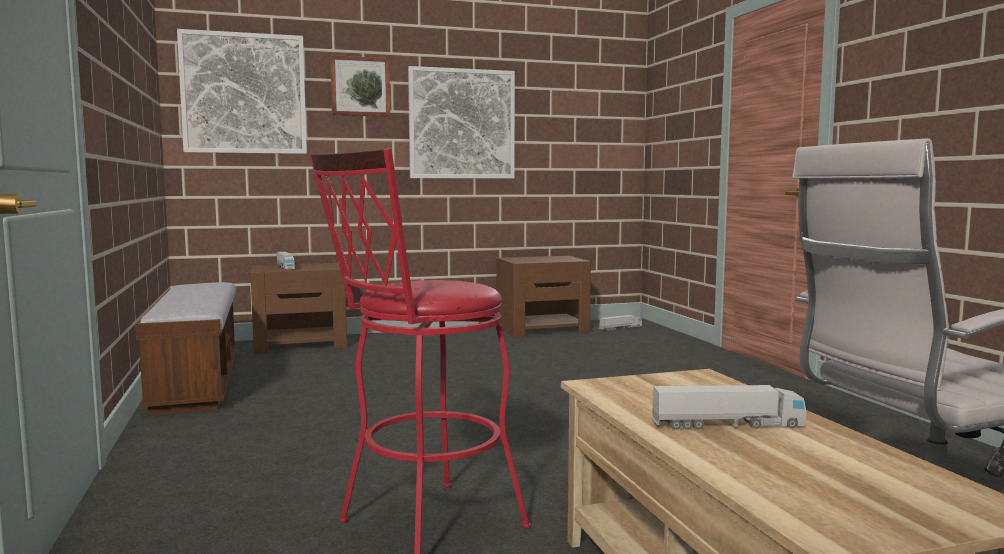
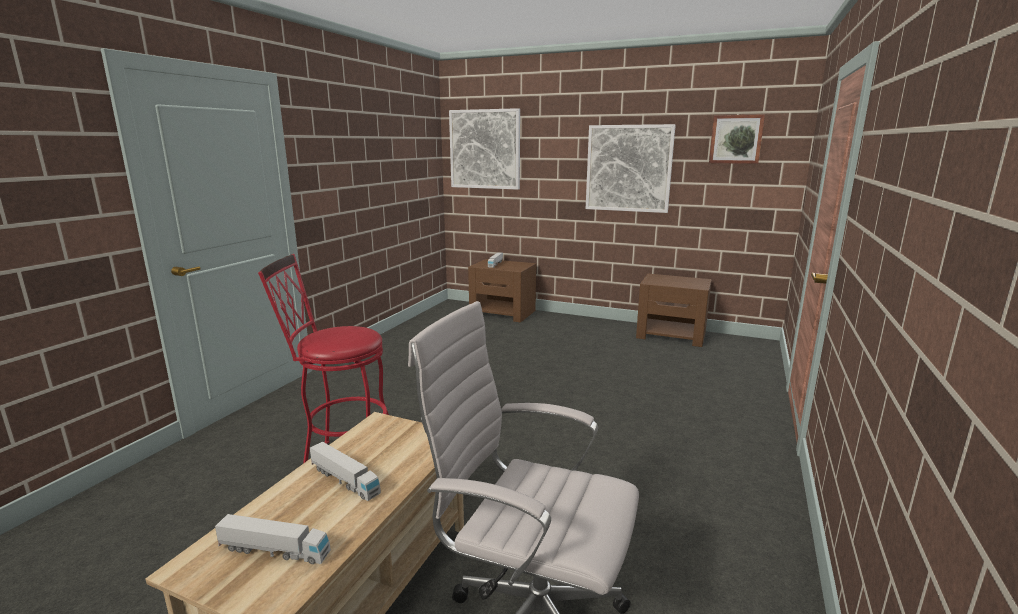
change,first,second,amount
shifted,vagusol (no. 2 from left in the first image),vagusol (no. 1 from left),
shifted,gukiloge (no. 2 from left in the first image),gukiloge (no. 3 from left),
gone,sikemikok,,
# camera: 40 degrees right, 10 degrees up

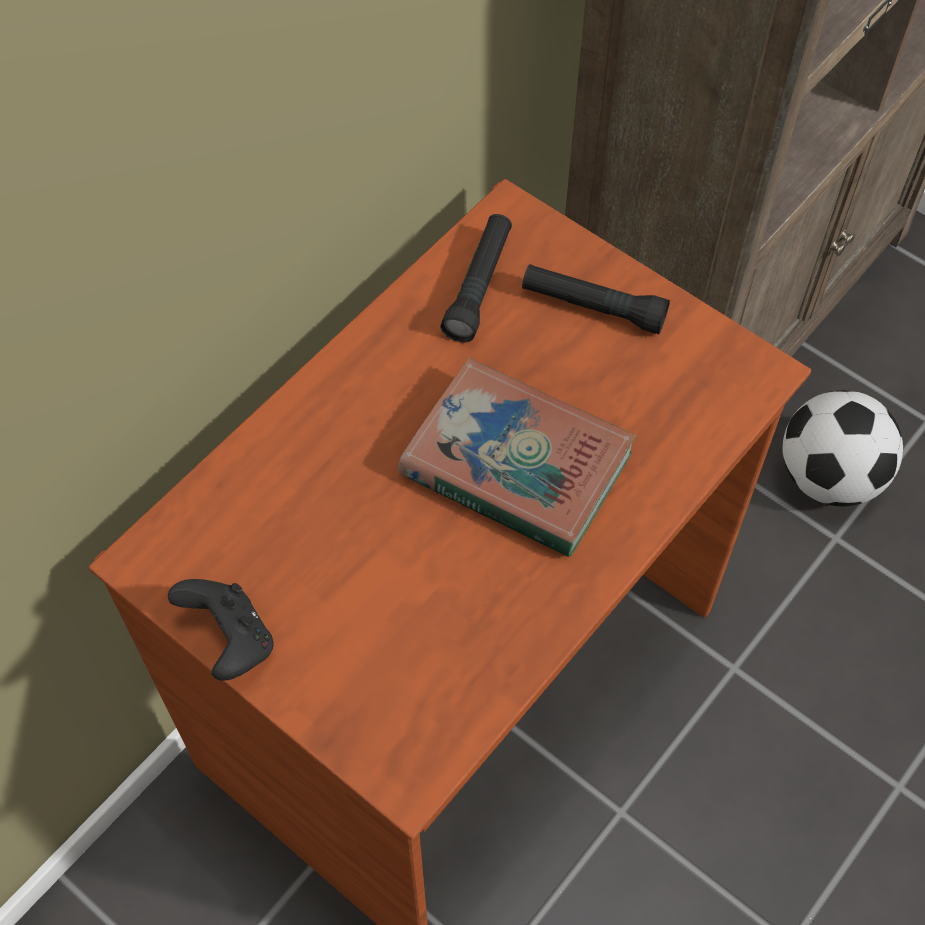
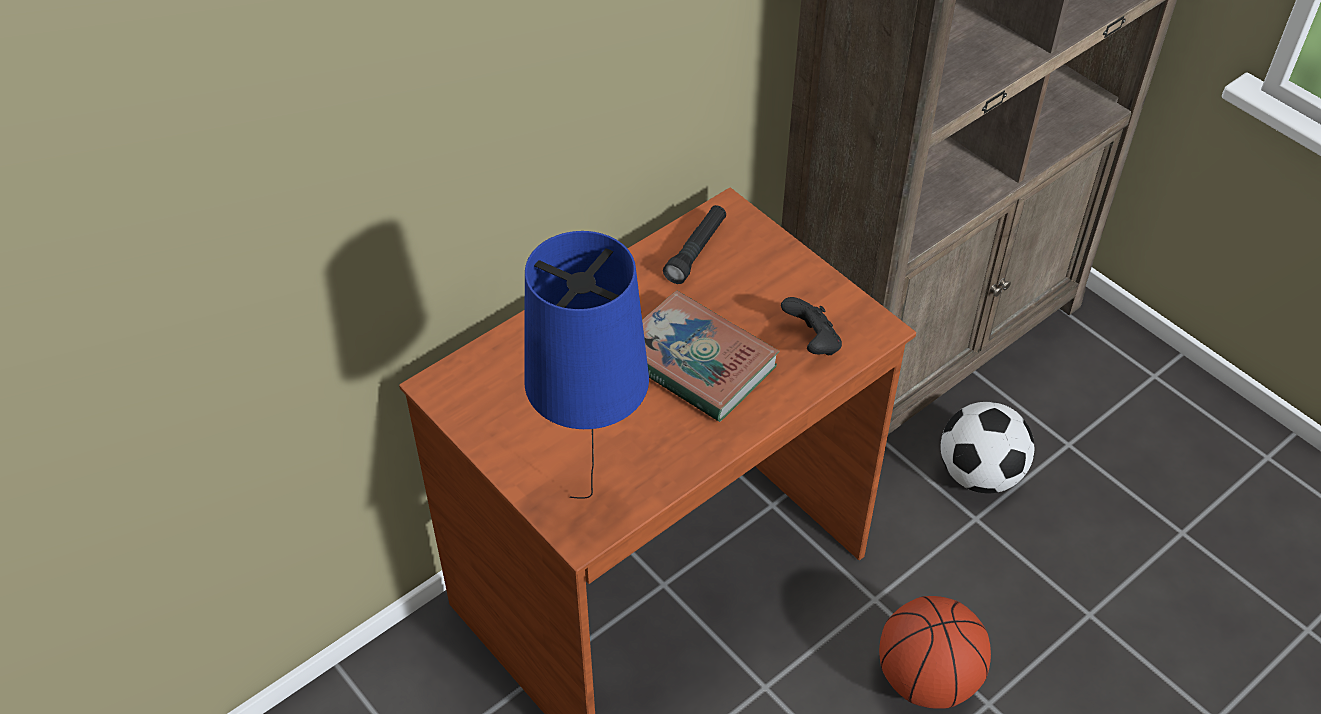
change,first,second,amount
new,,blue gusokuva,
shifted,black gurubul,,
new,,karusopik,
gone,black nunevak (no. 2 from left),,
# camera: 10 degrees right, 10 degrees down

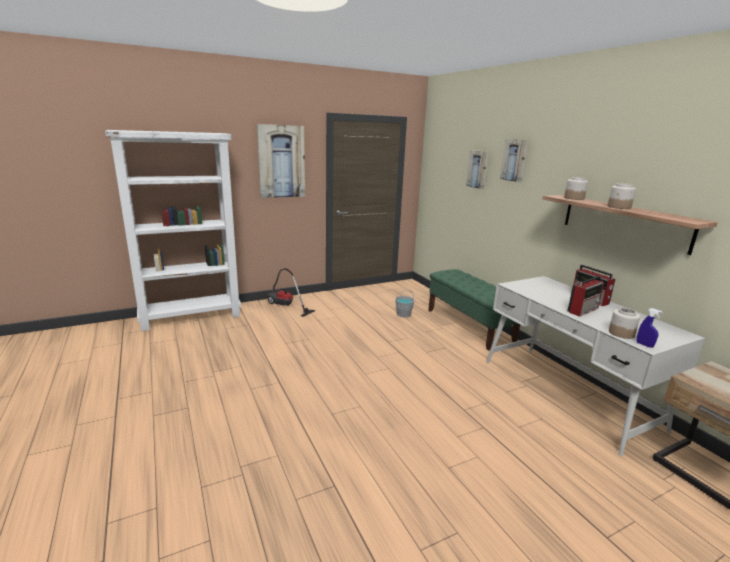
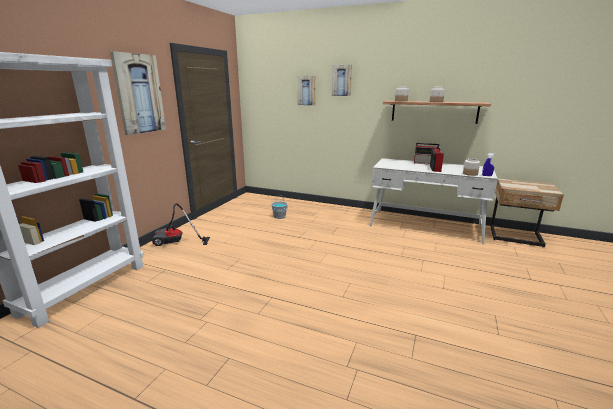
change,first,second,amount
gone,green sikemikok,,
# camera: 40 degrees left, 0 degrees up

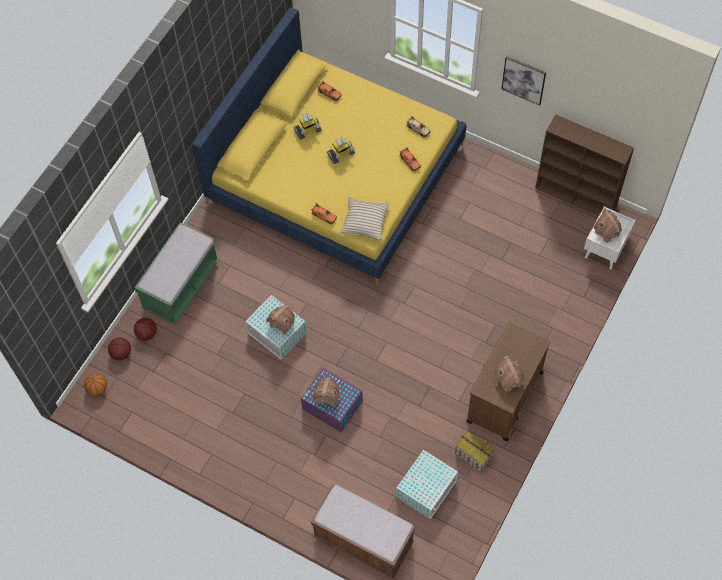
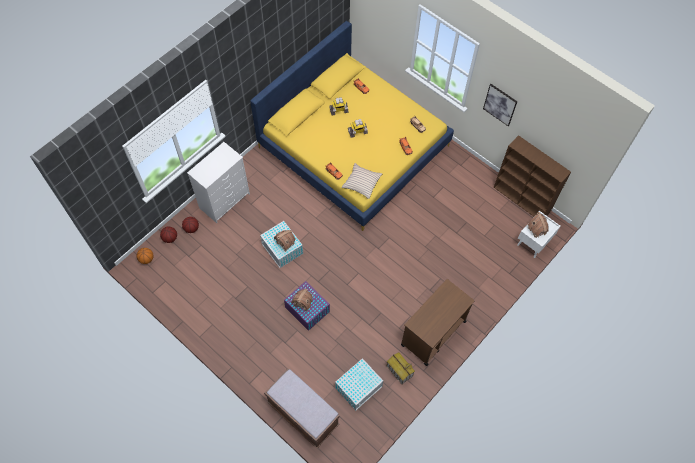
change,first,second,amount
swapped,green sikemikok,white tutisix,
gone,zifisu (no. 4 from left),,
# camera: 10 degrees right, 0 degrees up

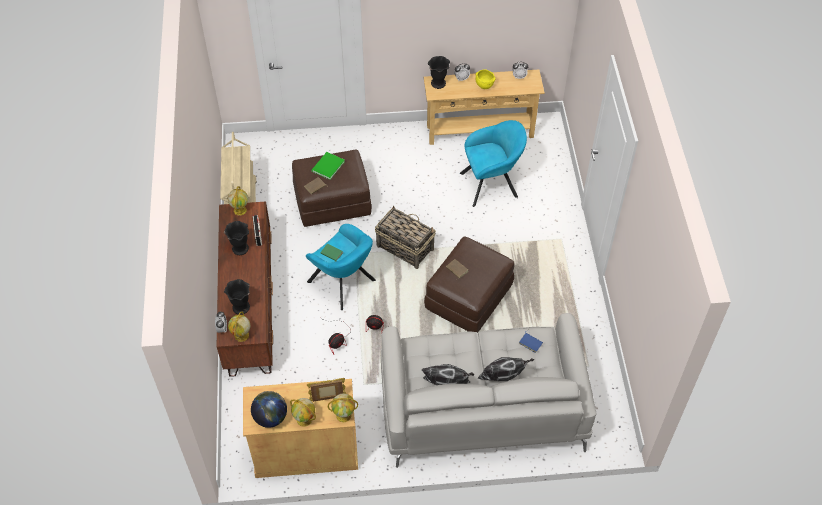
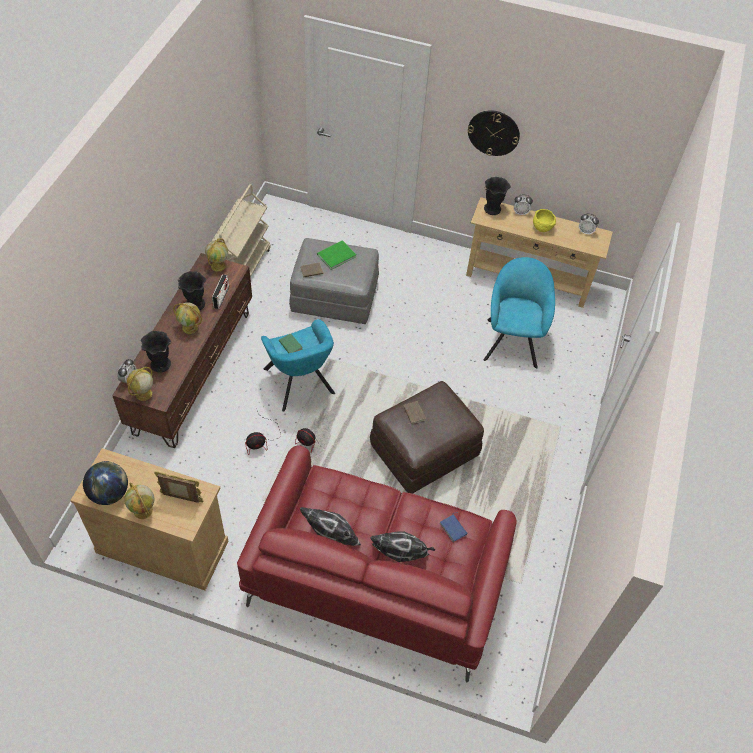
change,first,second,amount
shifted,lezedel (no. 5 from left in the first image),lezedel (no. 4 from left),
repainted,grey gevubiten,red gevubiten,
repainted,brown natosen (no. 1 from left),grey natosen,
new,,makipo,
rotated,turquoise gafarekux (no. 2 from left),,90 degrees counterclockwise
gone,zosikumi,,
# camera: 20 degrees right, 0 degrees up

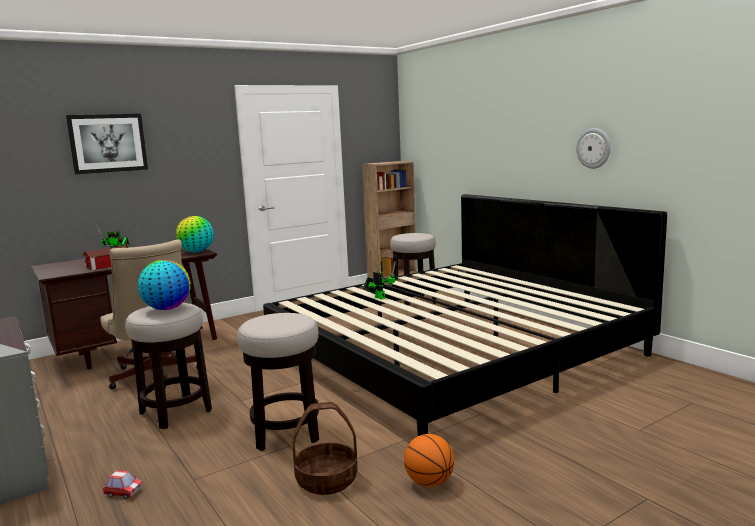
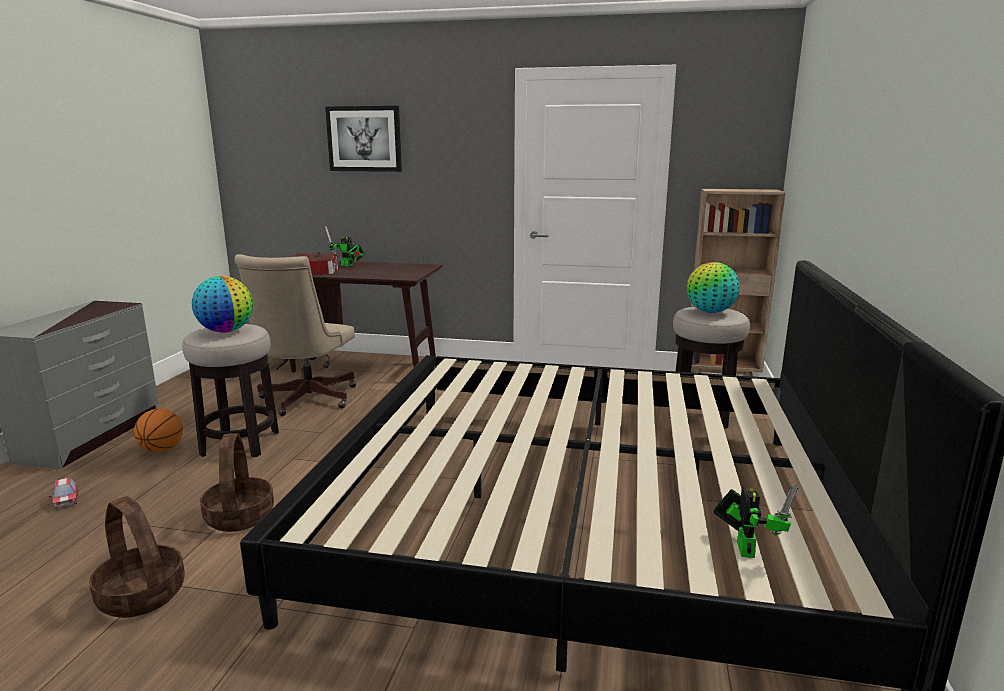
change,first,second,amount
shifted,karusopik,,
swapped,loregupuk (no. 2 from left),zosikumi (no. 2 from left),
shifted,lezedel (no. 2 from left),,
shifted,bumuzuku (no. 2 from left),,
gone,makipo,,
# camera: 45 degrees right, 5 degrees up

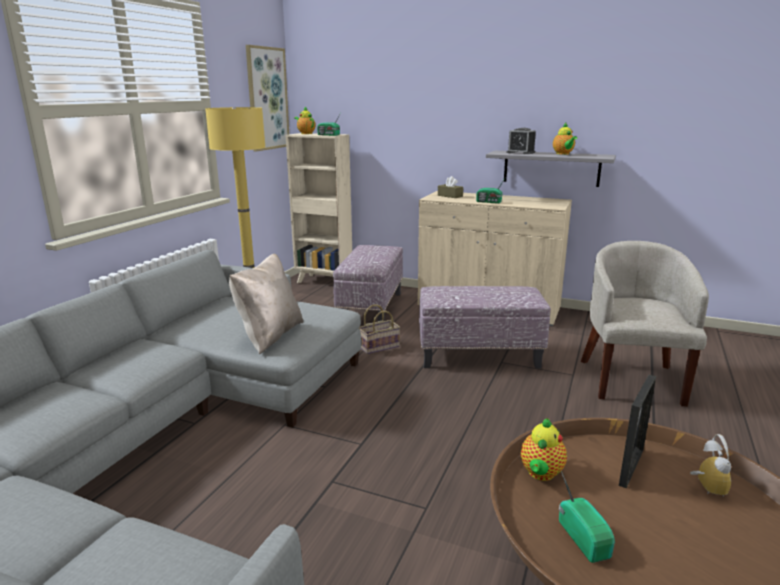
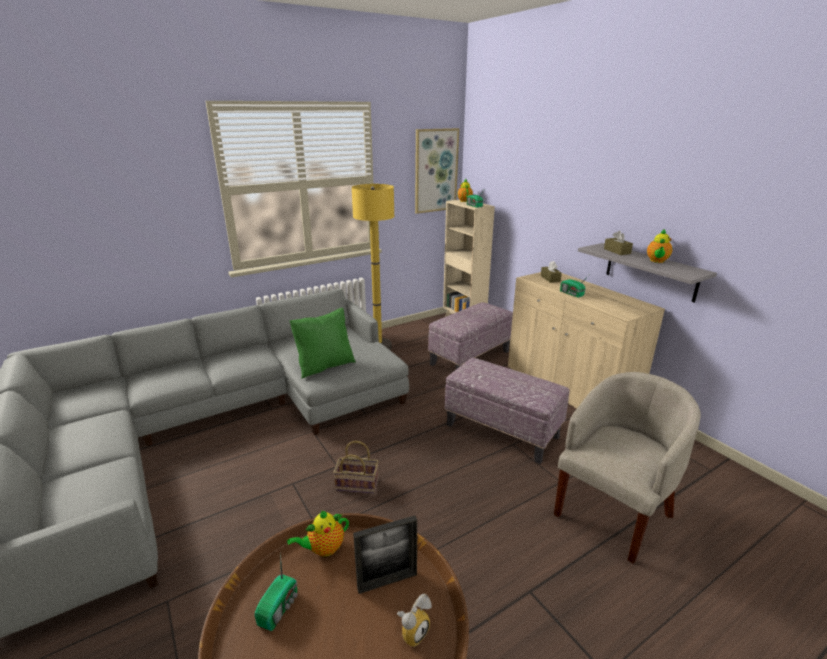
change,first,second,amount
repainted,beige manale,green manale,
shifted,zosikumi,,
swapped,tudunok (no. 1 from left),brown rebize (no. 2 from left),
# camera: 35 degrees right, 5 degrees up

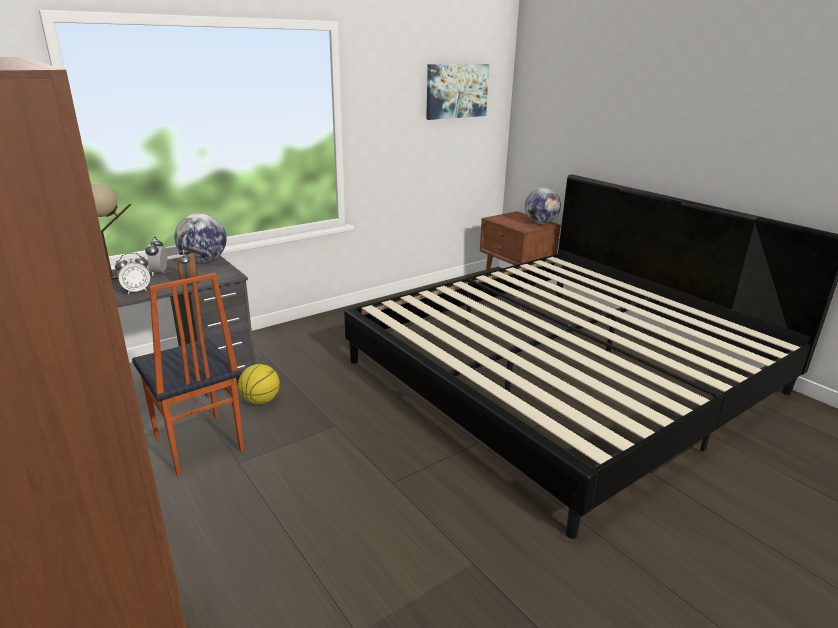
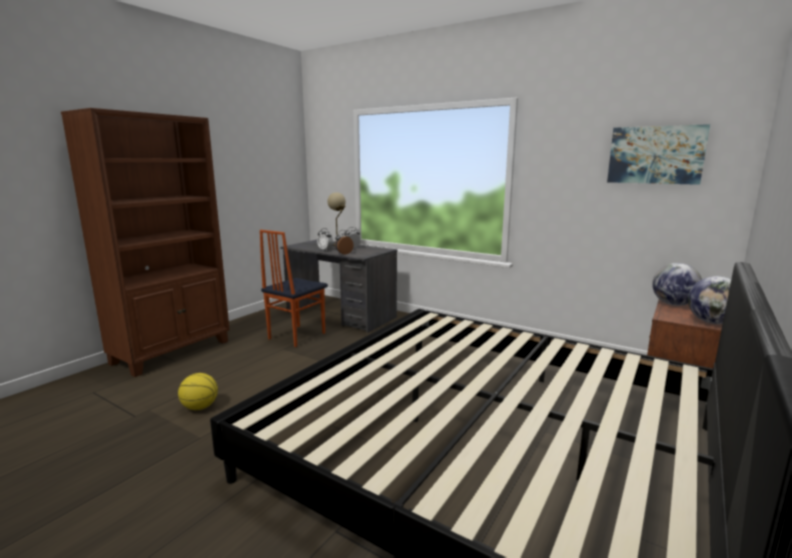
change,first,second,amount
shifted,karusopik,,
shifted,lezedel (no. 1 from left),,
# camera: 70 degrees right, 10 degrees down

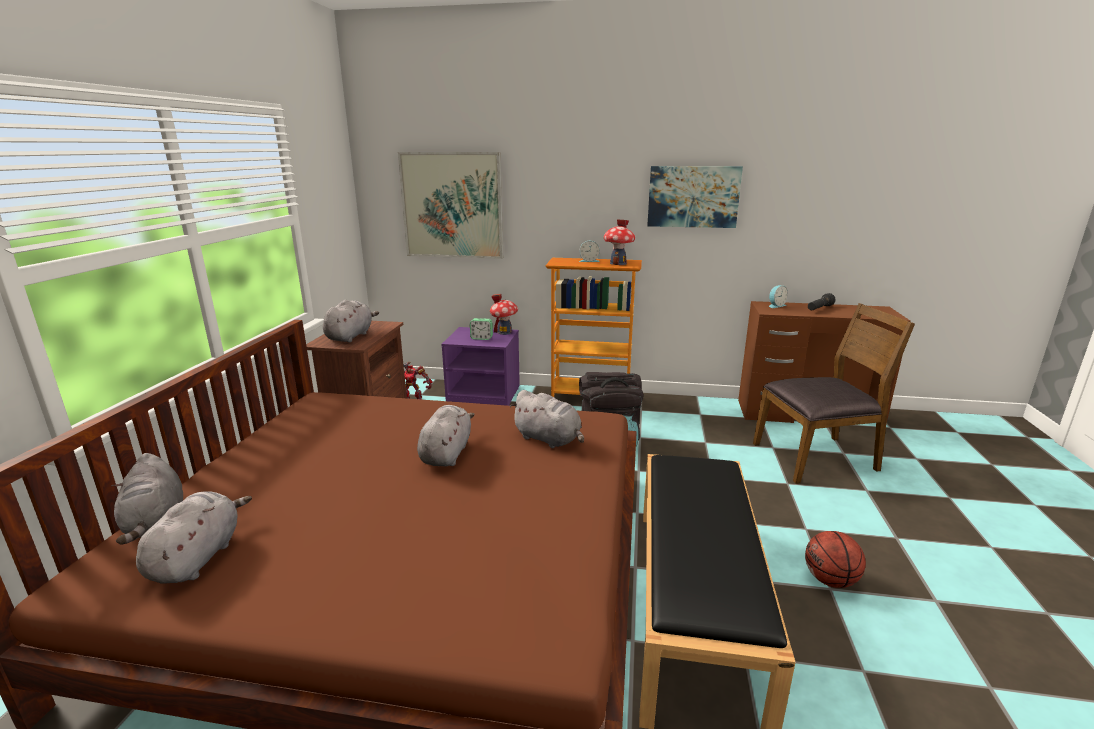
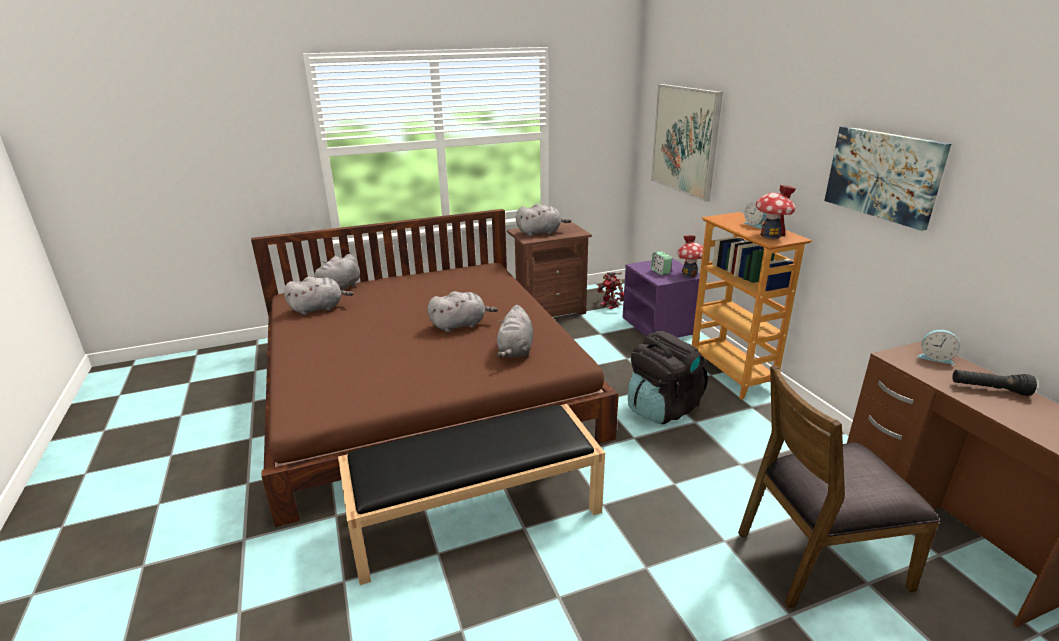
change,first,second,amount
rotated,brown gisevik,,120 degrees clockwise
gone,karusopik,,
# camera: 60 degrees right, 5 degrees up

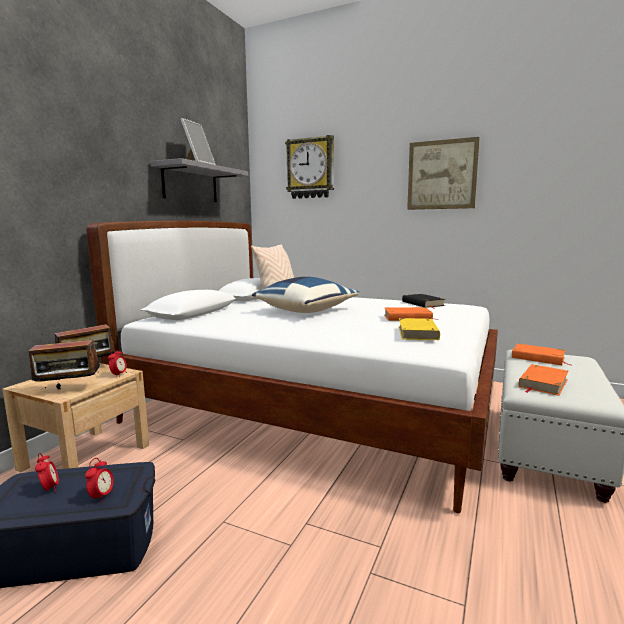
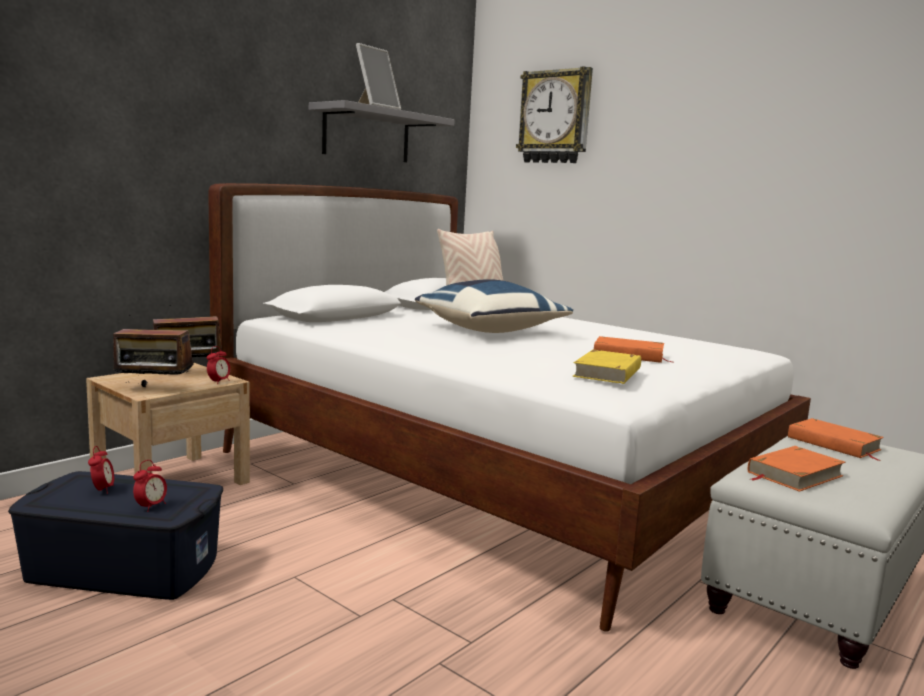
change,first,second,amount
gone,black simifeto,,
gone,gukiloge,,
# camera: 15 degrees right, 0 degrees up

